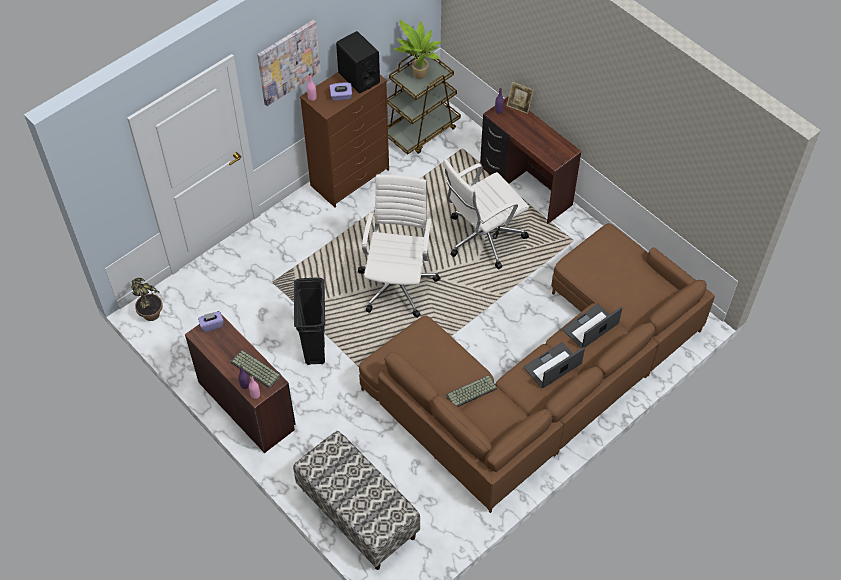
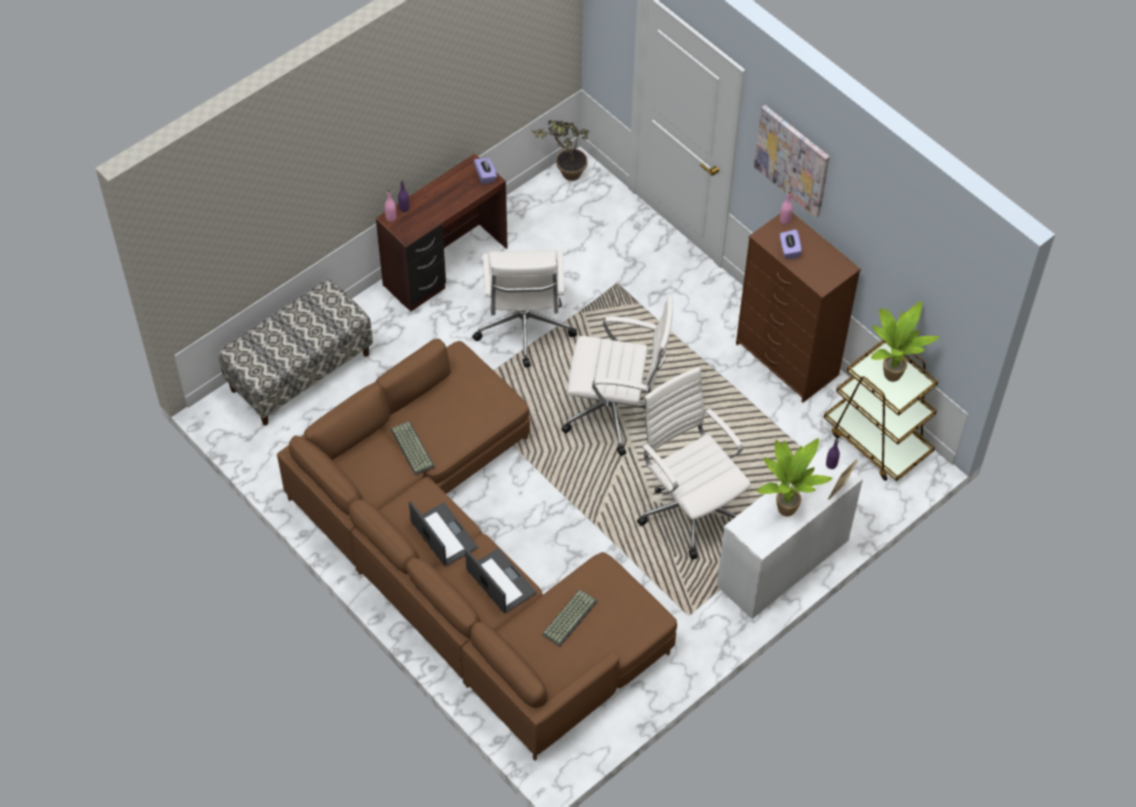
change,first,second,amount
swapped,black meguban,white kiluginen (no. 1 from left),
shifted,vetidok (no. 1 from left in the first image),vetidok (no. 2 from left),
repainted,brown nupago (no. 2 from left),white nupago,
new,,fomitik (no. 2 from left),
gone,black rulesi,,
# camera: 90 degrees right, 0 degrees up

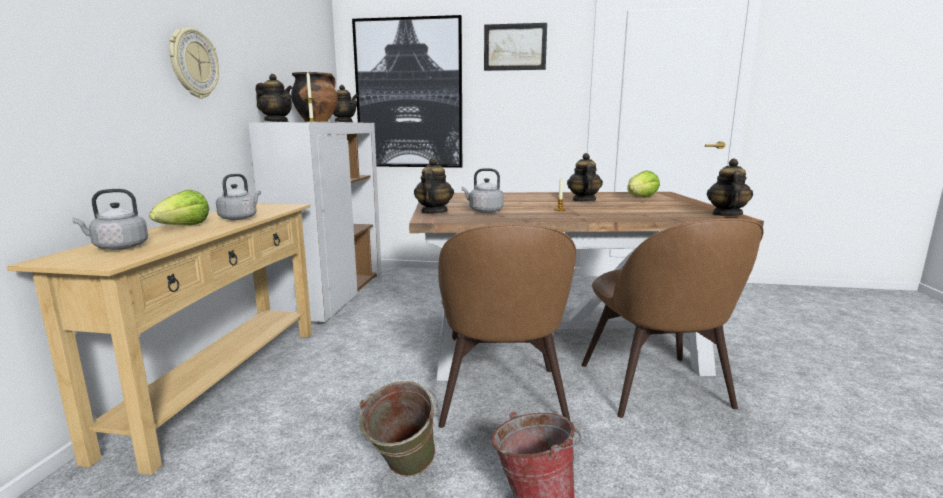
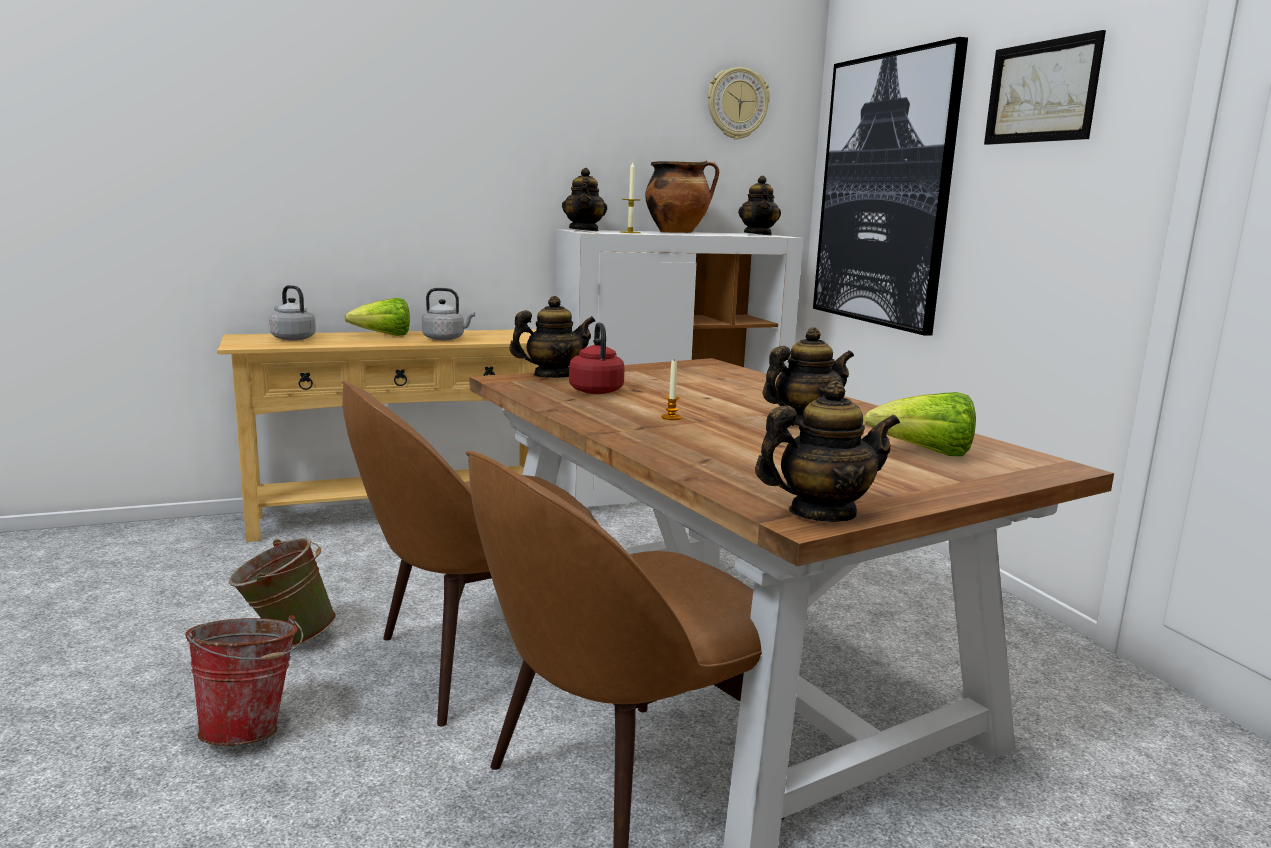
change,first,second,amount
repainted,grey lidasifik (no. 3 from left),red lidasifik,
shifted,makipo,,
# camera: 60 degrees right, 0 degrees up

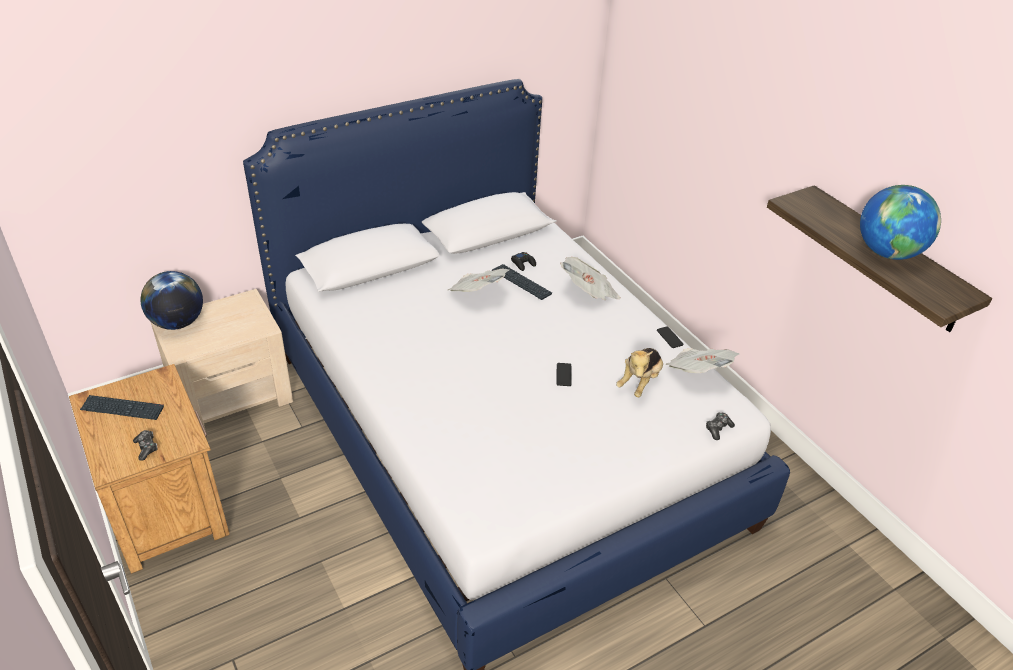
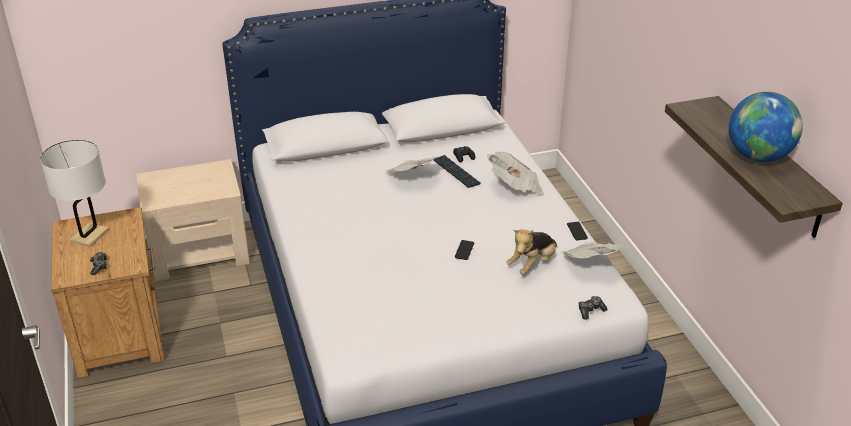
change,first,second,amount
swapped,vetidok (no. 1 from left),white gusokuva,
gone,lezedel (no. 1 from left),,
# camera: 15 degrees right, 5 degrees down

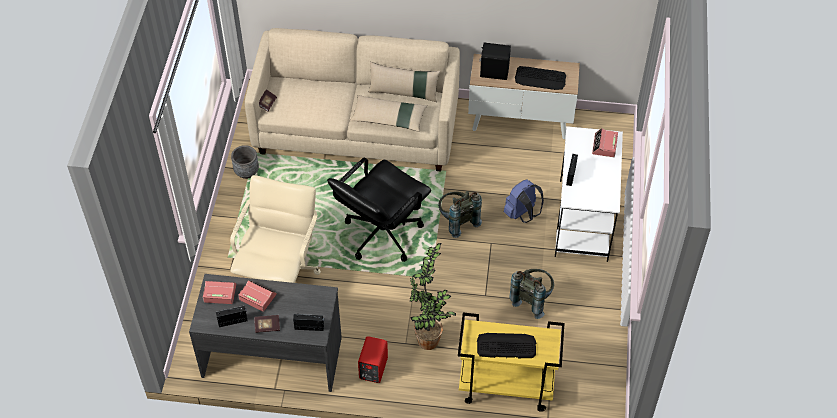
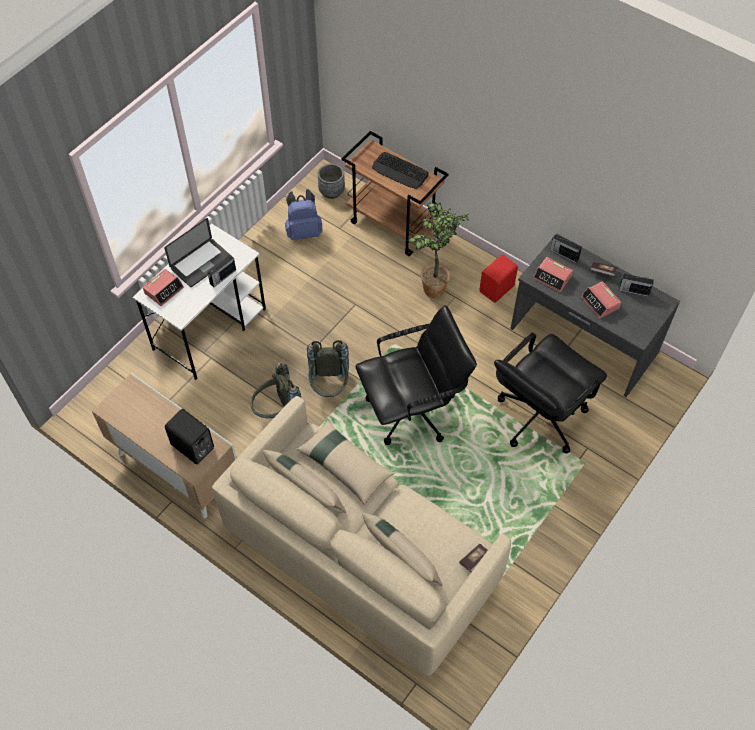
change,first,second,amount
new,,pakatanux,
shifted,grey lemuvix (no. 2 from left in the first image),grey lemuvix (no. 1 from left),
shifted,blue lemuvix,,
shifted,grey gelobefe,,
repainted,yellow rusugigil,brown rusugigil,
new,,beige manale (no. 3 from left),
repainted,beige kiluginen,black kiluginen (no. 2 from left),
shifted,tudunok (no. 1 from left in the first image),tudunok (no. 2 from left),
gone,vetidok (no. 2 from left),,
# camera: 150 degrees left, 5 degrees up

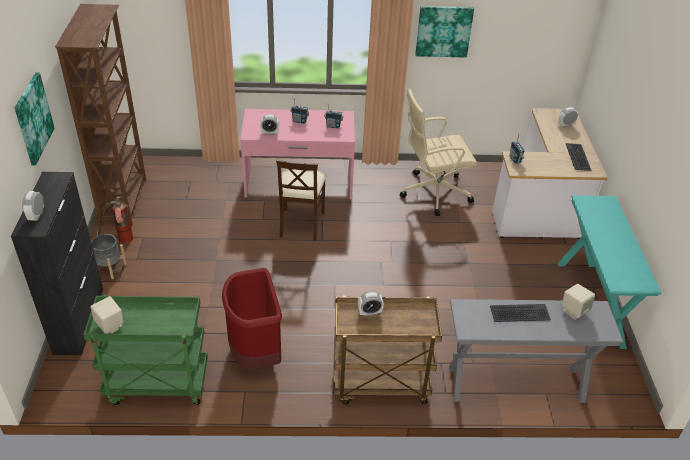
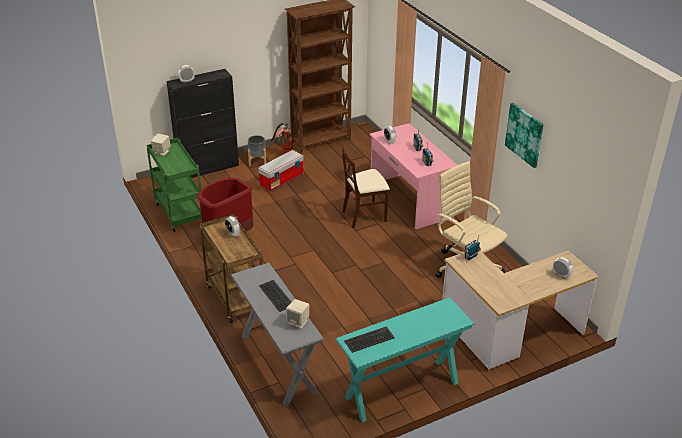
change,first,second,amount
new,,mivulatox,
shifted,vetidok (no. 2 from left),,
gone,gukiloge (no. 1 from left),,
# camera: 65 degrees right, 5 degrees down

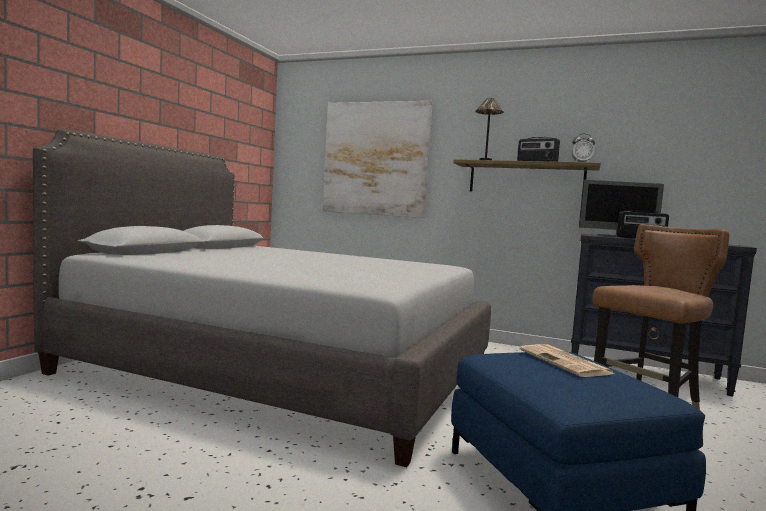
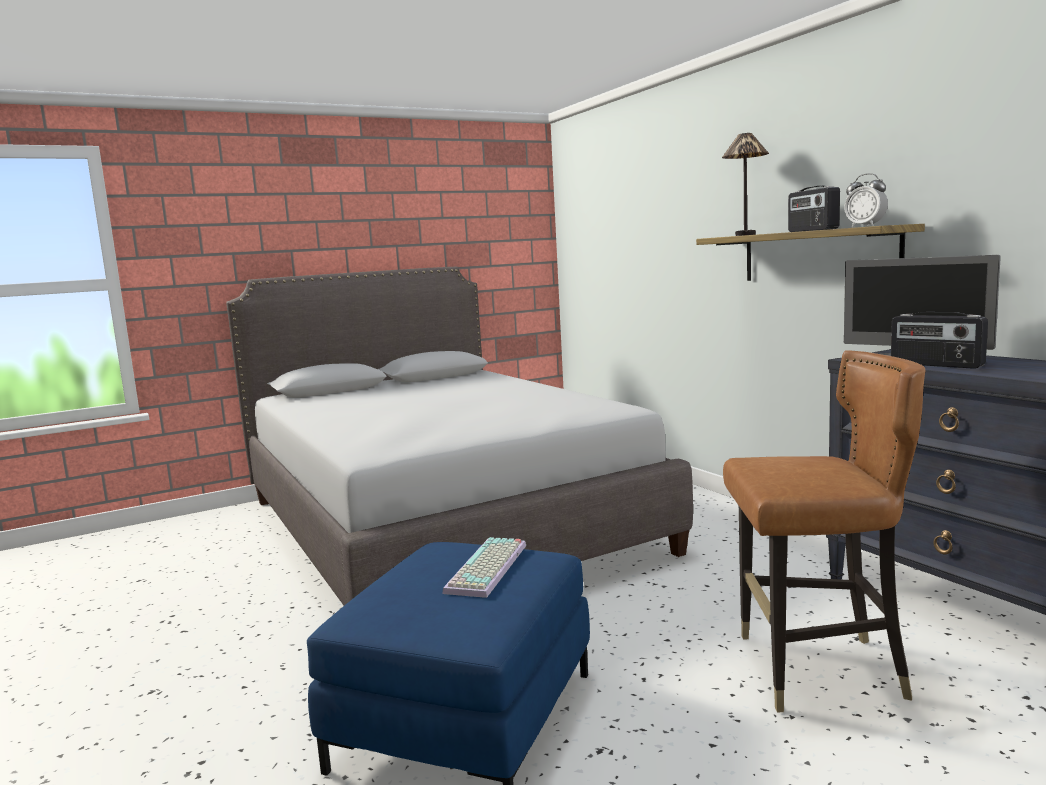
change,first,second,amount
swapped,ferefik,vetidok,
gone,gukiloge,,
# camera: 40 degrees right, 5 degrees up

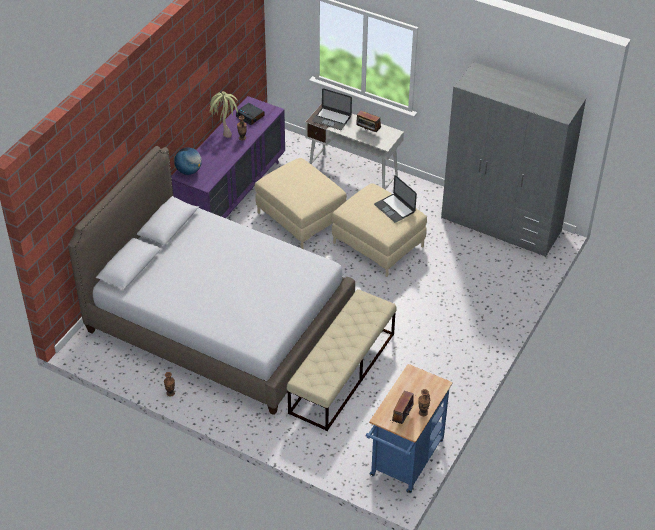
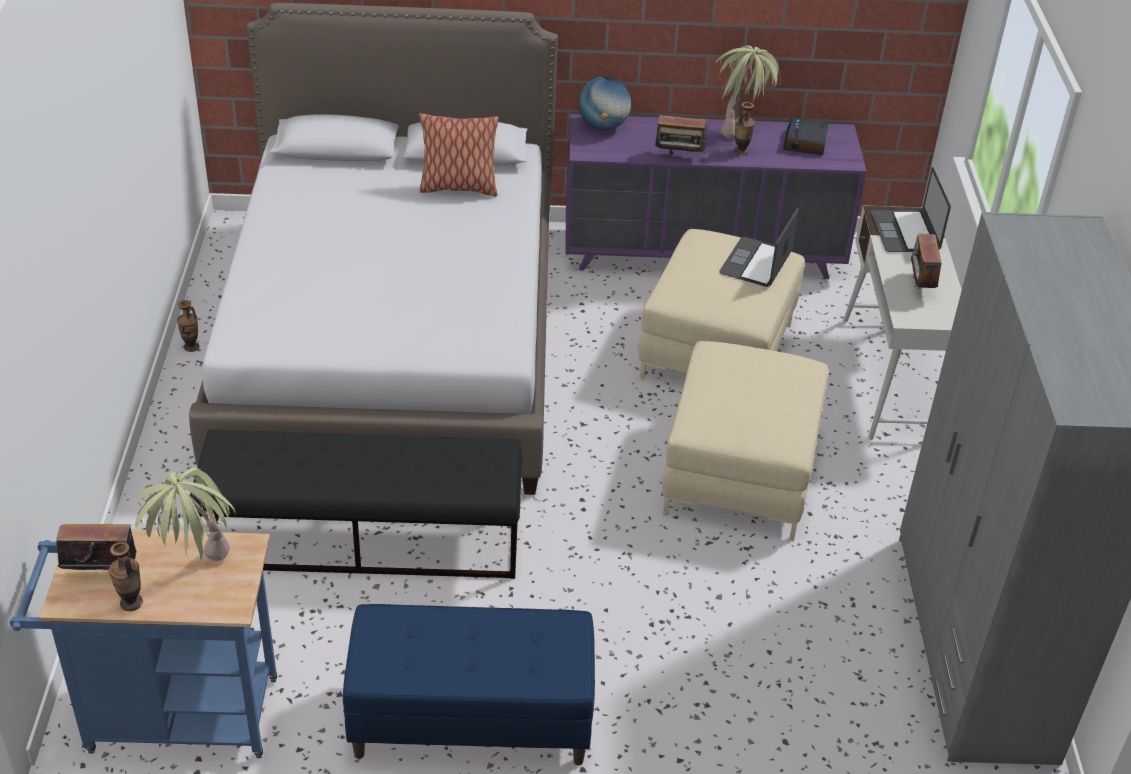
change,first,second,amount
new,,fomitik (no. 1 from left),
repainted,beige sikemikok,black sikemikok,
new,,blue sikemikok,
new,,manale,
new,,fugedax (no. 2 from left),
shifted,pakatanux (no. 2 from left in the first image),pakatanux (no. 1 from left),
# camera: 60 degrees right, 5 degrees down

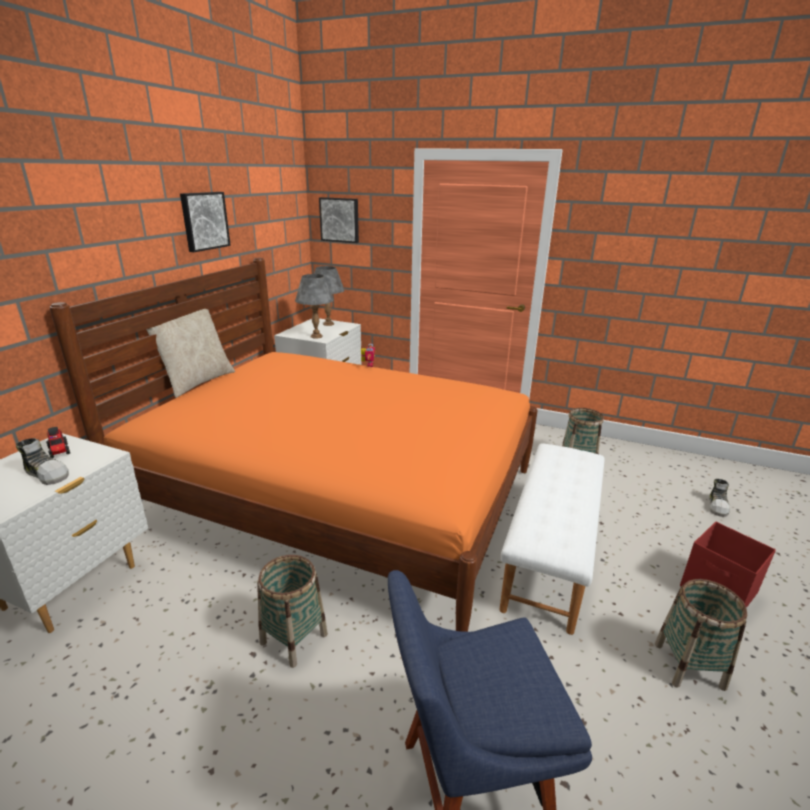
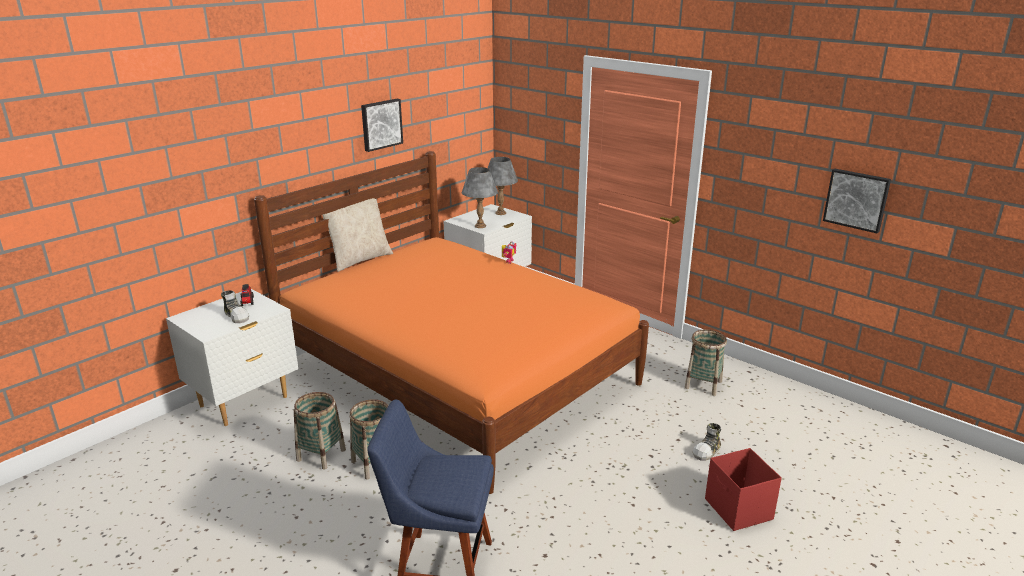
change,first,second,amount
shifted,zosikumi (no. 3 from left in the first image),zosikumi (no. 1 from left),
shifted,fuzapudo (no. 2 from left),,
shifted,gukiloge (no. 2 from left),,
gone,white sikemikok,,
# camera: 20 degrees right, 0 degrees up

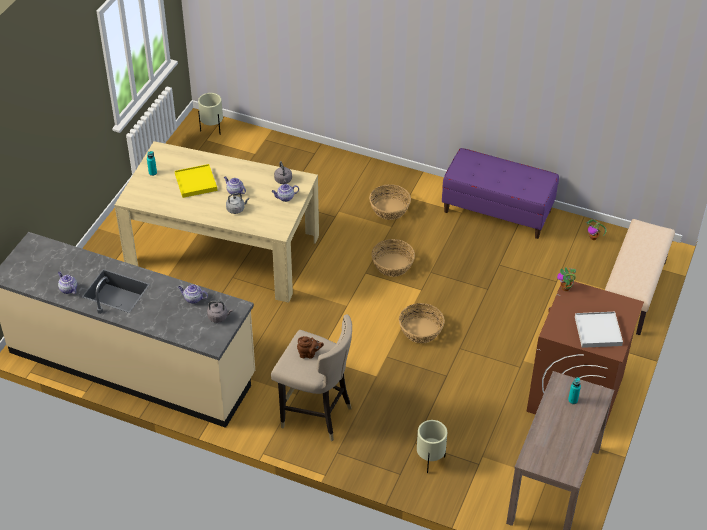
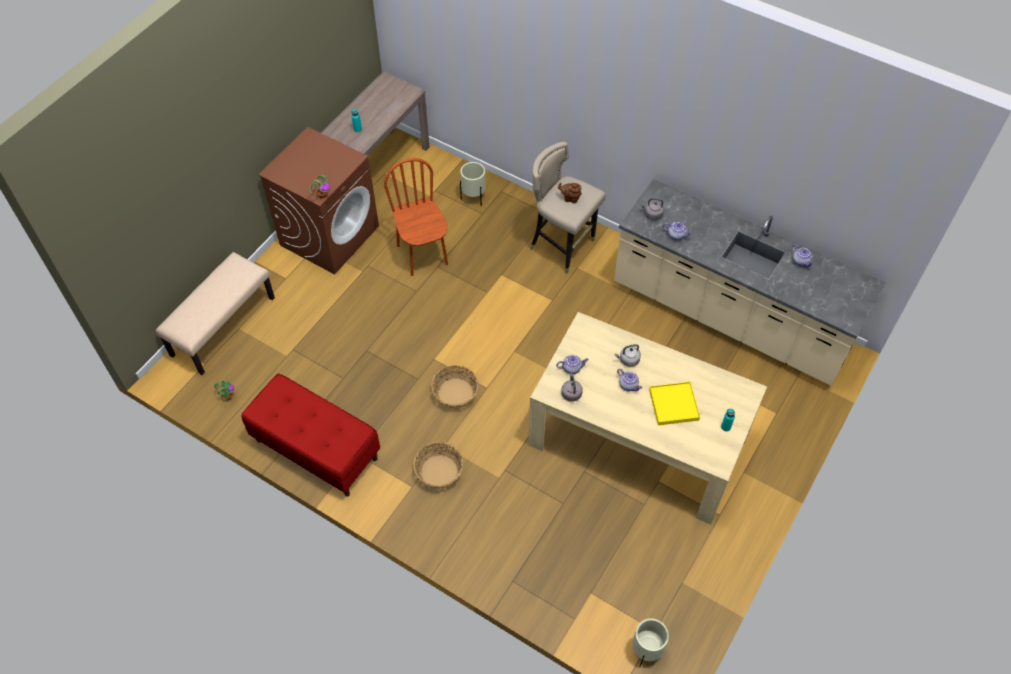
change,first,second,amount
repainted,purple sikemikok,red sikemikok,
new,,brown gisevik,
gone,zosikumi (no. 3 from left),,
gone,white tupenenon,,
# camera: 170 degrees left, 10 degrees up

